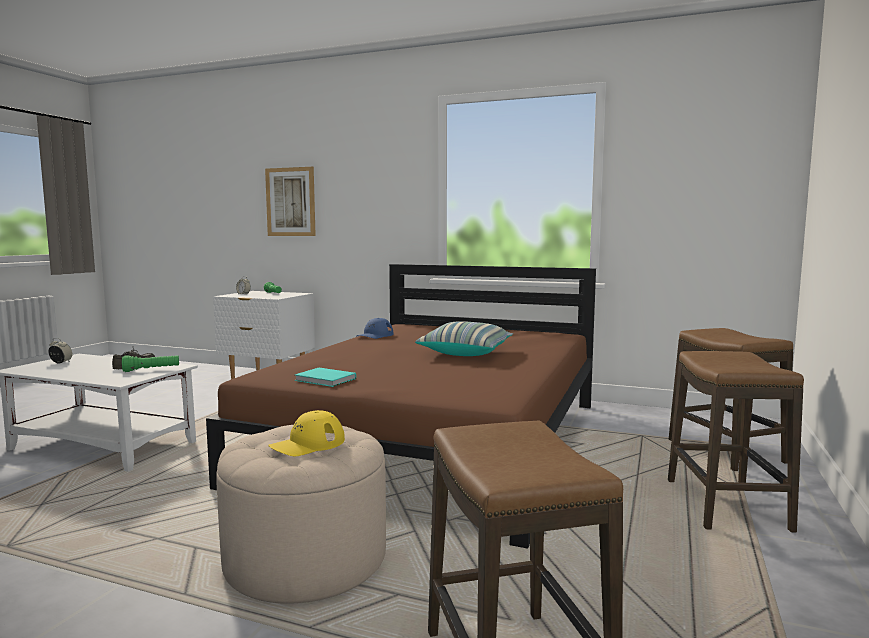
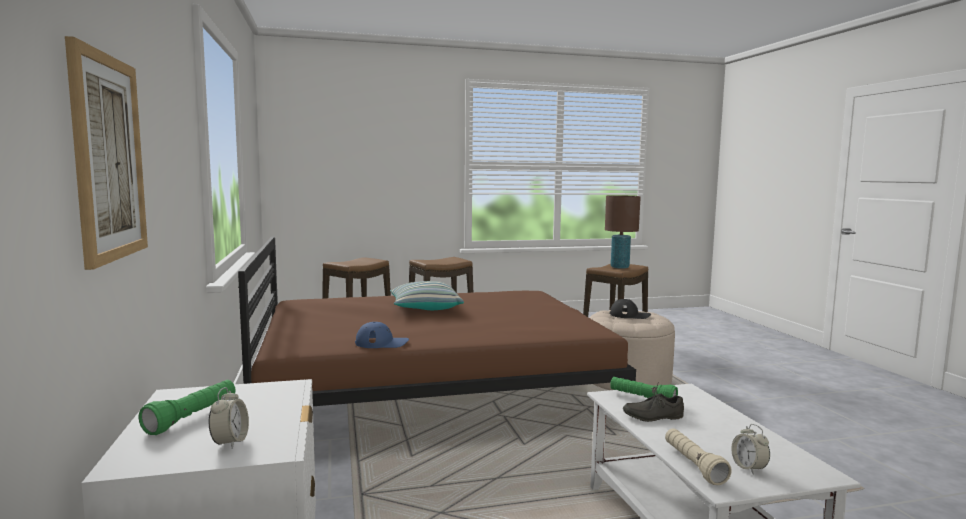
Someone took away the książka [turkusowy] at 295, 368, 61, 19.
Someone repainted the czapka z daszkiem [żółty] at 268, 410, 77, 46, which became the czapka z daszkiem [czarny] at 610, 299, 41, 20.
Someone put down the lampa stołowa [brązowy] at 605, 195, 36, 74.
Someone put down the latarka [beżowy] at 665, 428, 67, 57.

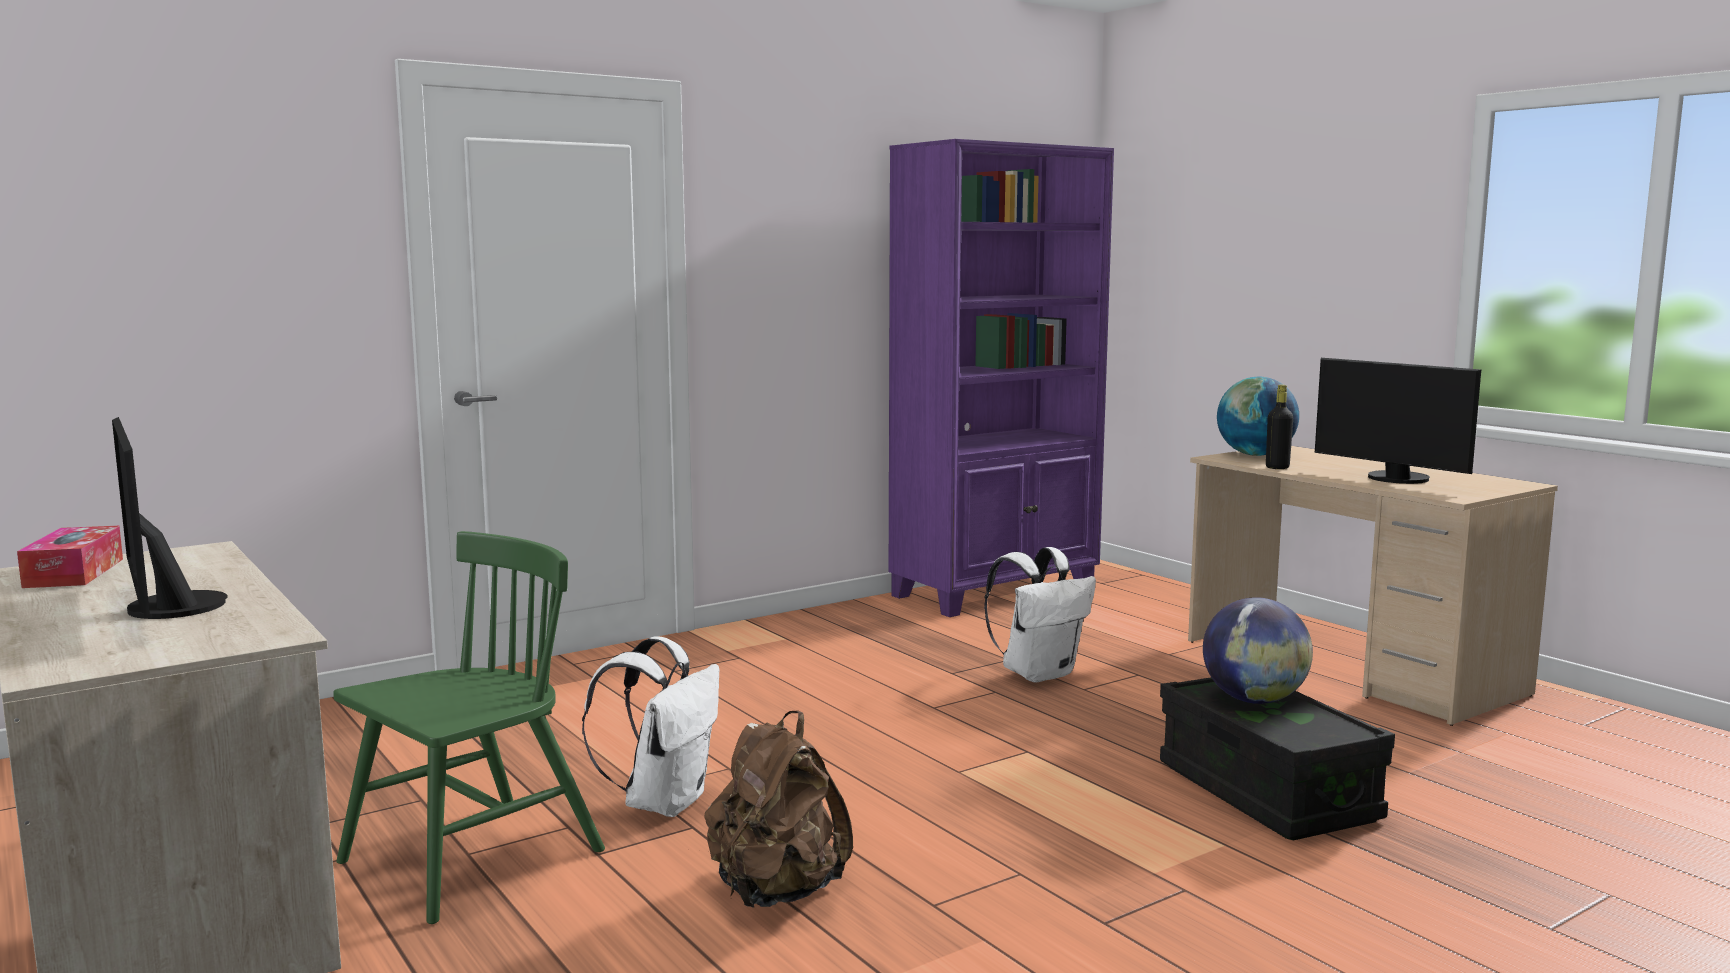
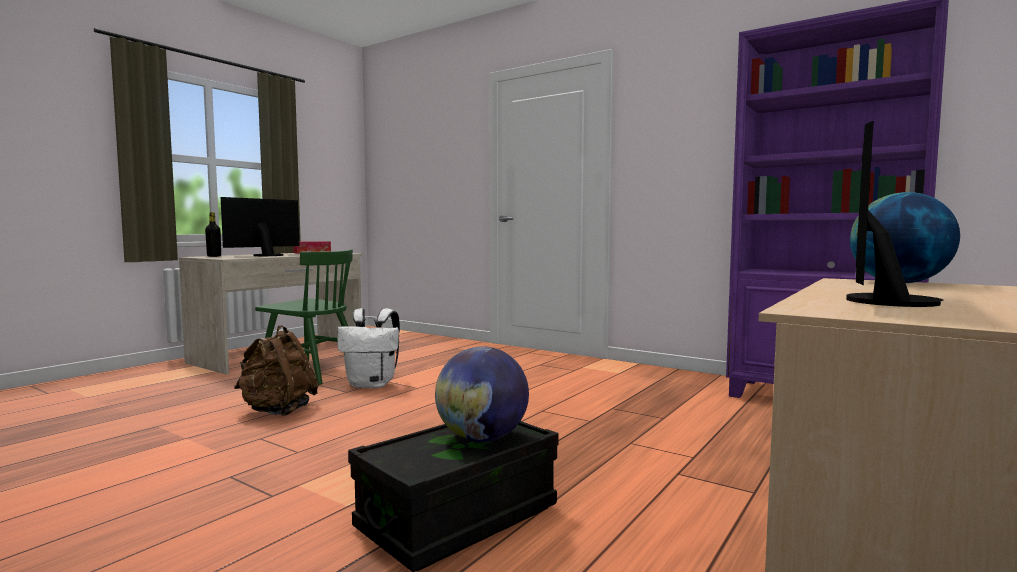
Someone carried the butelka [czarny] from 1266, 385, 27, 84 to 205, 212, 16, 45.
Someone took away the plecak [biały] at 984, 547, 112, 136.

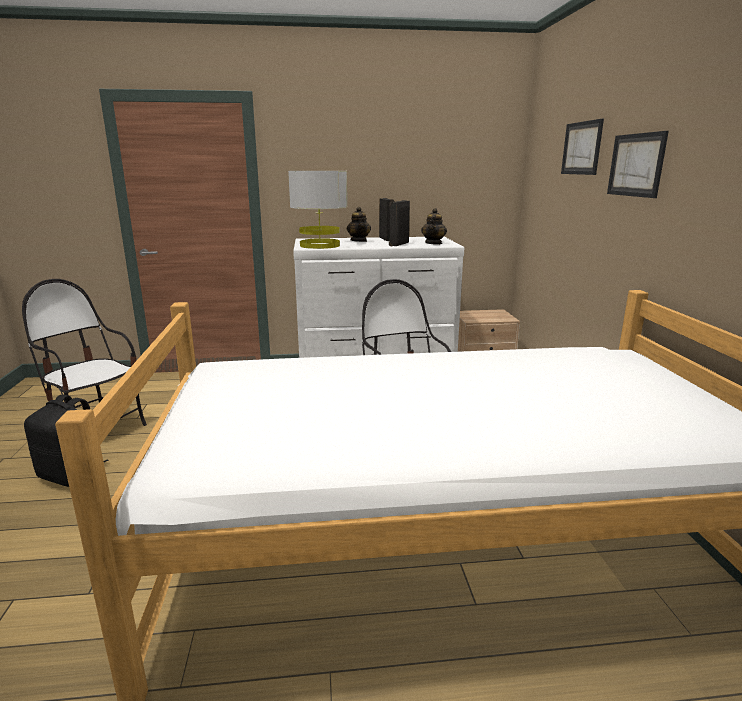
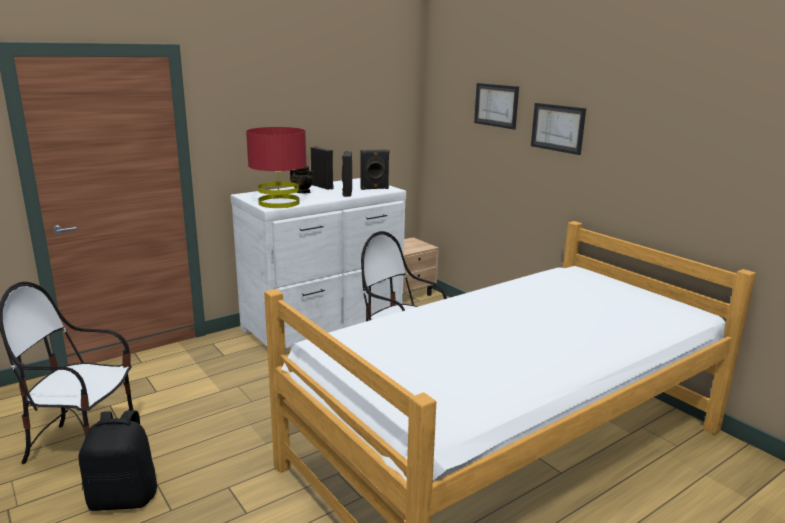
Someone repainted the lampa stołowa [szary] at 288, 171, 60, 78, which became the lampa stołowa [czerwony] at 246, 127, 61, 81.
Someone swapped the imbryk at 421, 208, 26, 37 for the głośnik [czarny] at 361, 149, 28, 41.

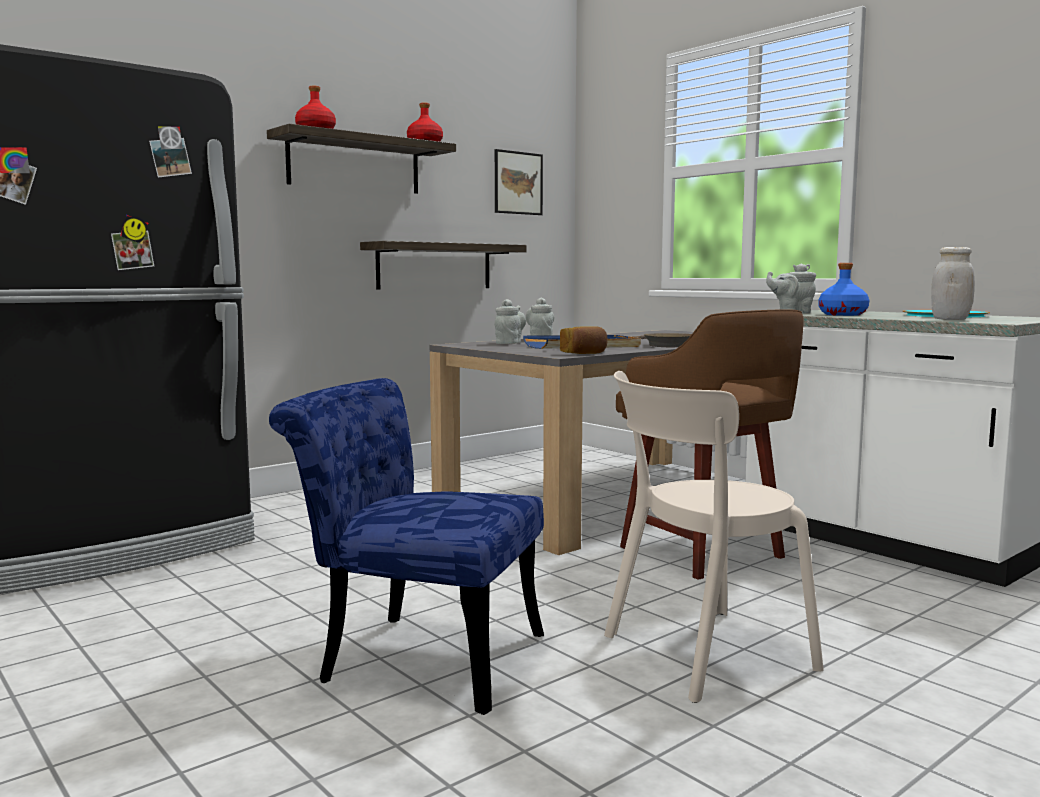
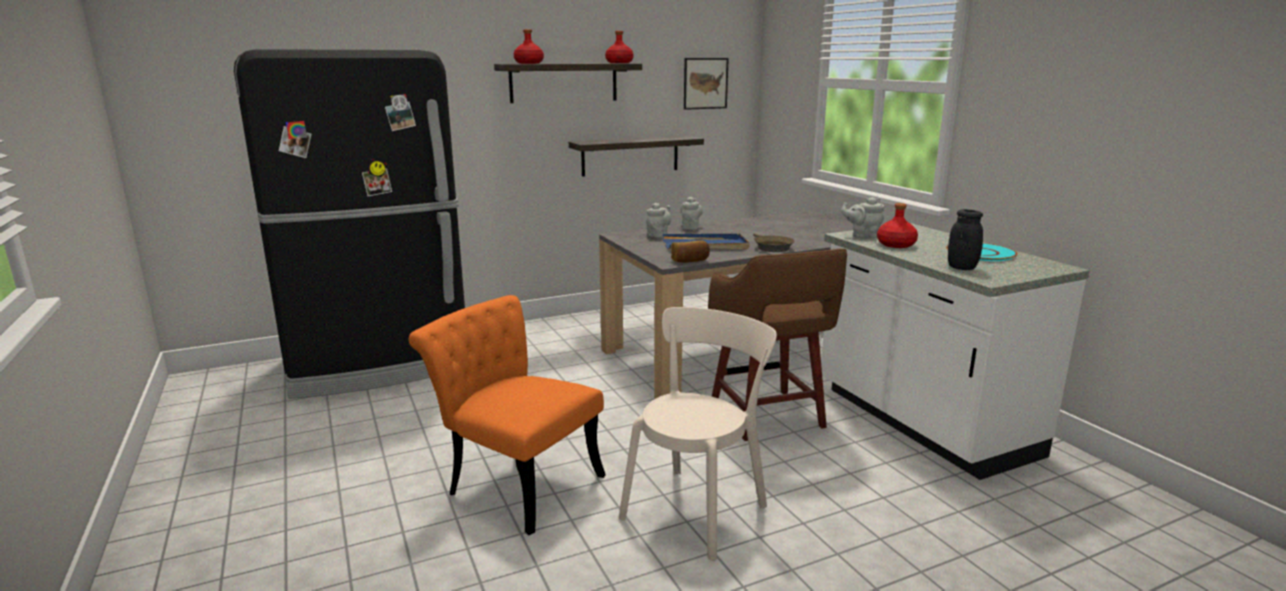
Someone repainted the słoik [biały] at 931, 247, 44, 73, which became the słoik [czarny] at 948, 209, 35, 61.
Someone repainted the butelka [niebieski] at 819, 263, 50, 53, which became the butelka [czerwony] at 877, 203, 41, 45.
Someone rotated the krzesło [beżowy] at 604, 371, 220, 332 by 135 degrees clockwise.
Someone repainted the krzesło [niebieski] at 269, 378, 275, 337, which became the krzesło [pomarańczowy] at 409, 295, 197, 240.

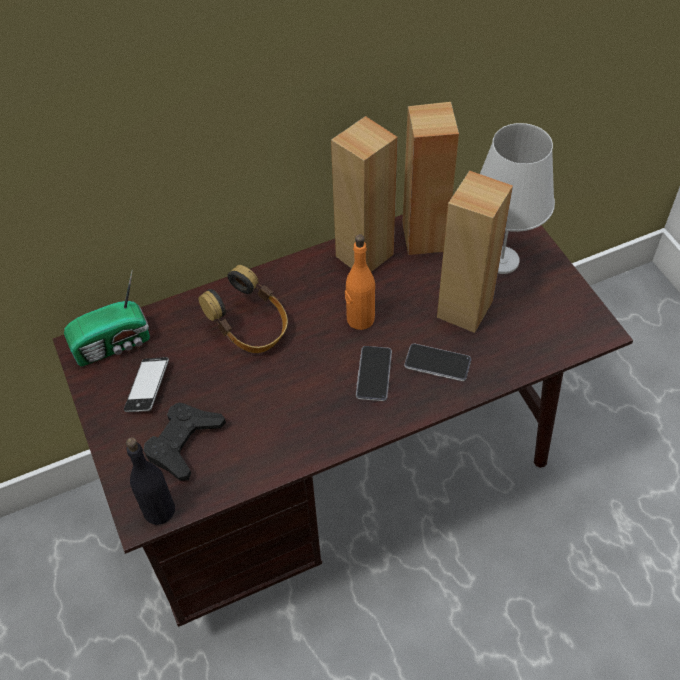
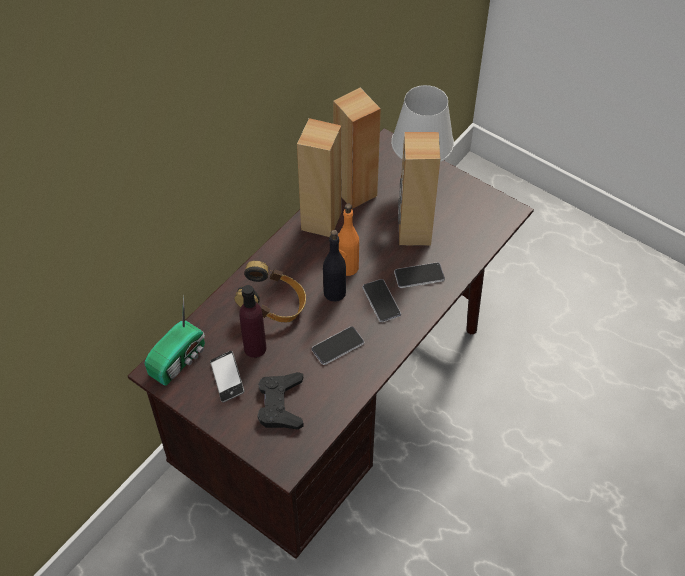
Someone carried the butelka [czarny] from 126, 437, 49, 88 to 323, 230, 23, 72.
Someone put down the butelka [fioletowy] at 239, 285, 27, 73.
Someone put down the telefon at 311, 326, 53, 39.

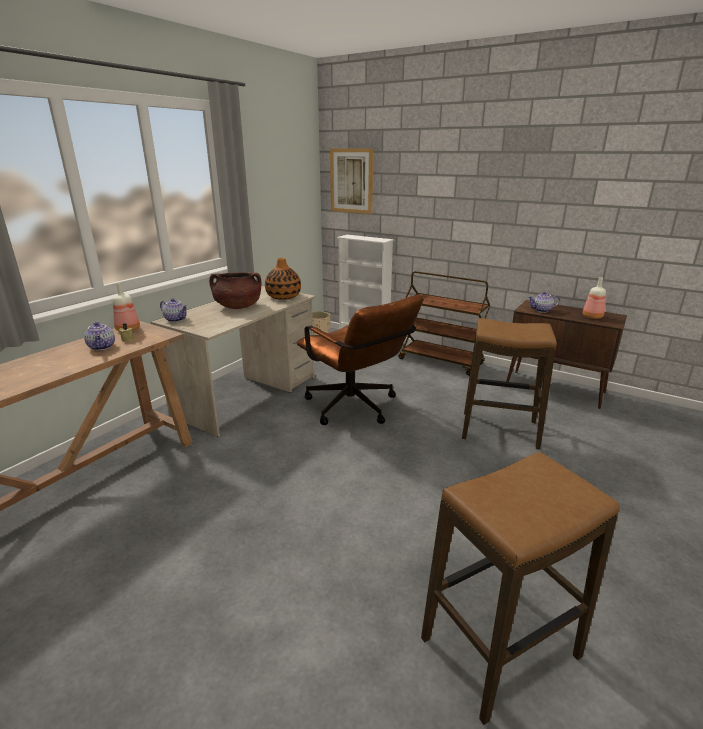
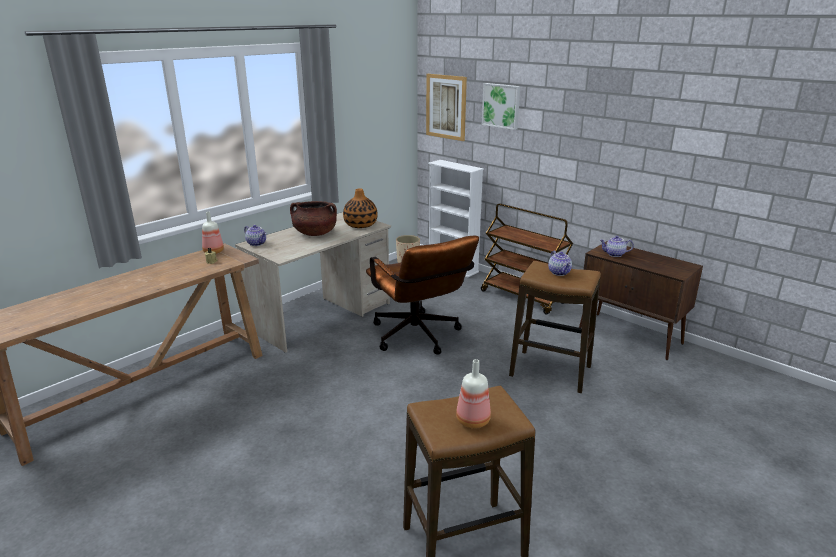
Someone carried the butelka from 583, 277, 23, 42 to 456, 359, 35, 69.
Someone carried the imbryk from 84, 322, 31, 29 to 548, 250, 24, 26.
Someone put up the obraz at 482, 83, 38, 47.

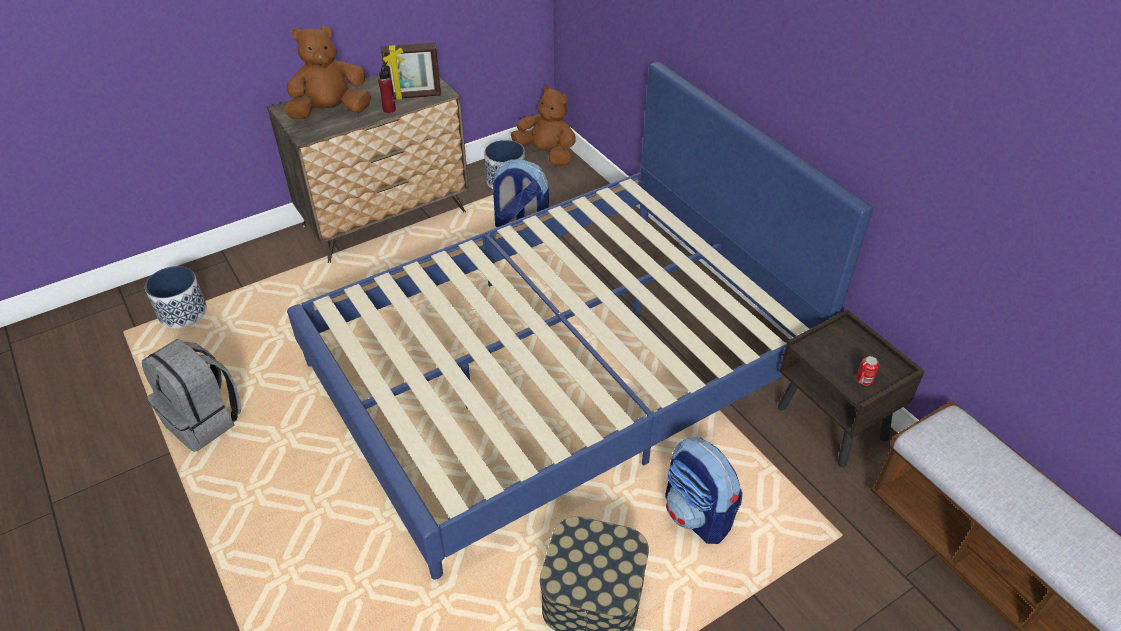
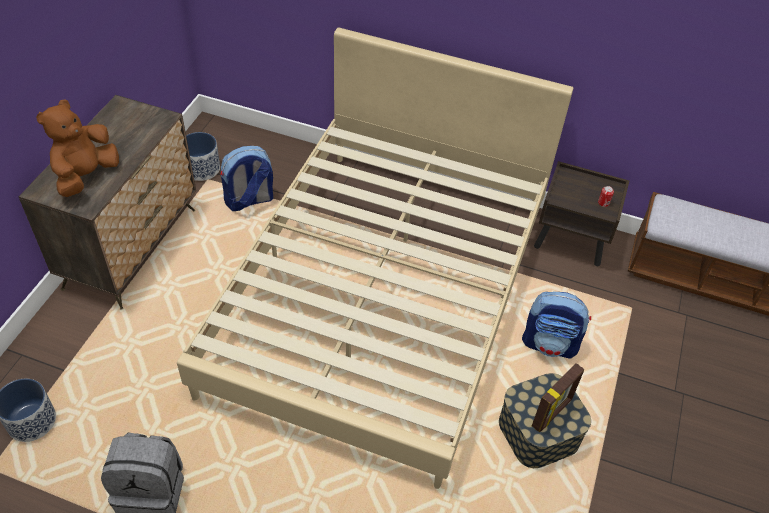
Someone carried the ramka na zdjęcie from 381, 43, 60, 57 to 532, 363, 52, 69.
Someone repainted the łóżko [niebieski] at 287, 62, 586, 518, which became the łóżko [beżowy] at 177, 27, 396, 462.
Someone took away the butelka [czerwony] at 378, 64, 18, 49.
Someone took away the pluszak [brązowy] at 511, 85, 65, 81.

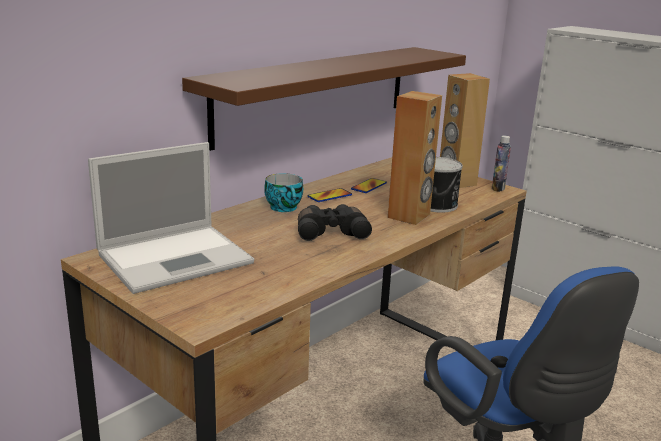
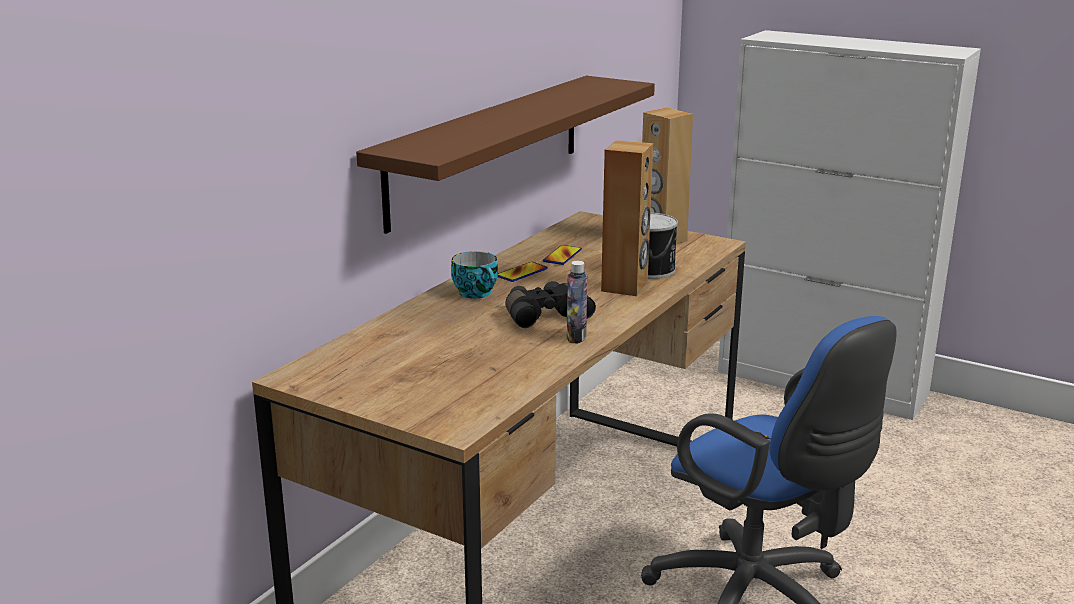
Someone carried the butelka from 492, 135, 19, 57 to 567, 261, 20, 83.
Someone took away the laptop at 88, 142, 166, 152.

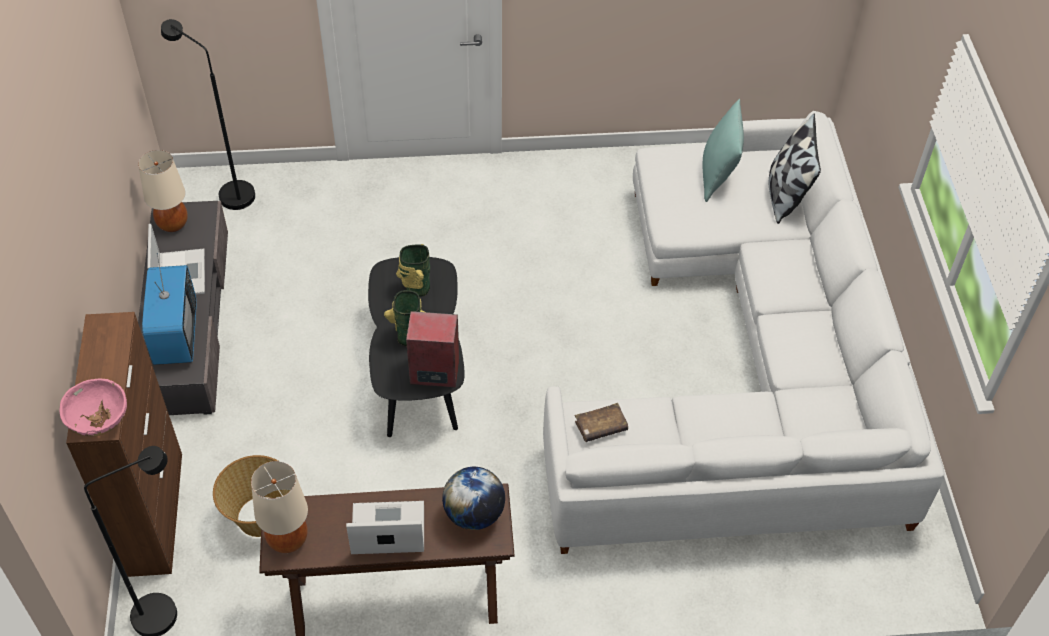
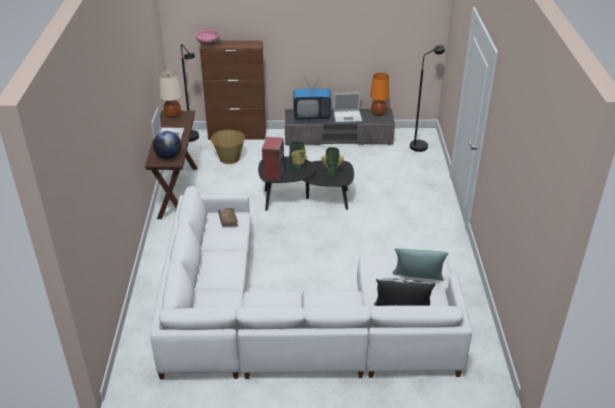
Someone repainted the lampa stołowa [beżowy] at 138, 150, 50, 82, which became the lampa stołowa [pomarańczowy] at 370, 73, 19, 43.

